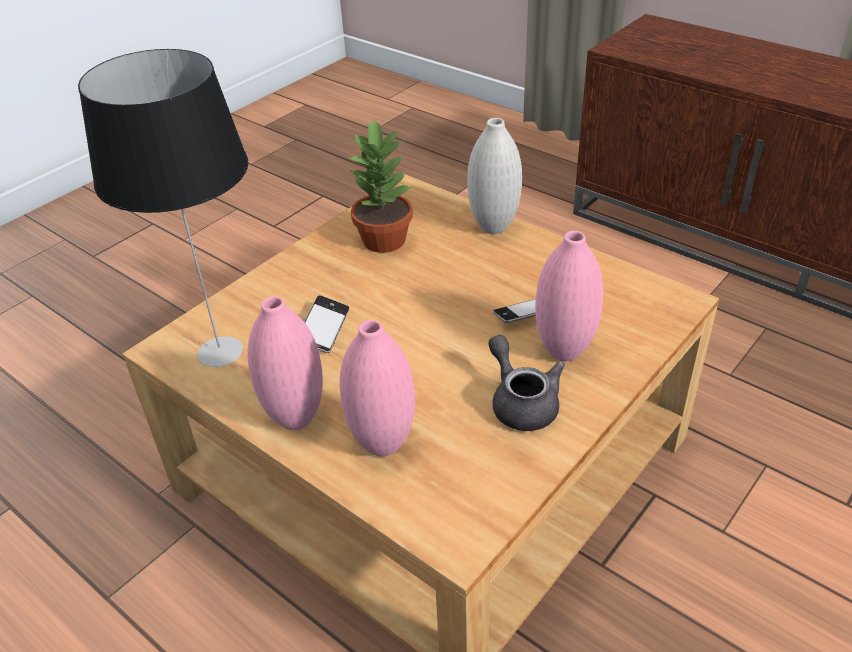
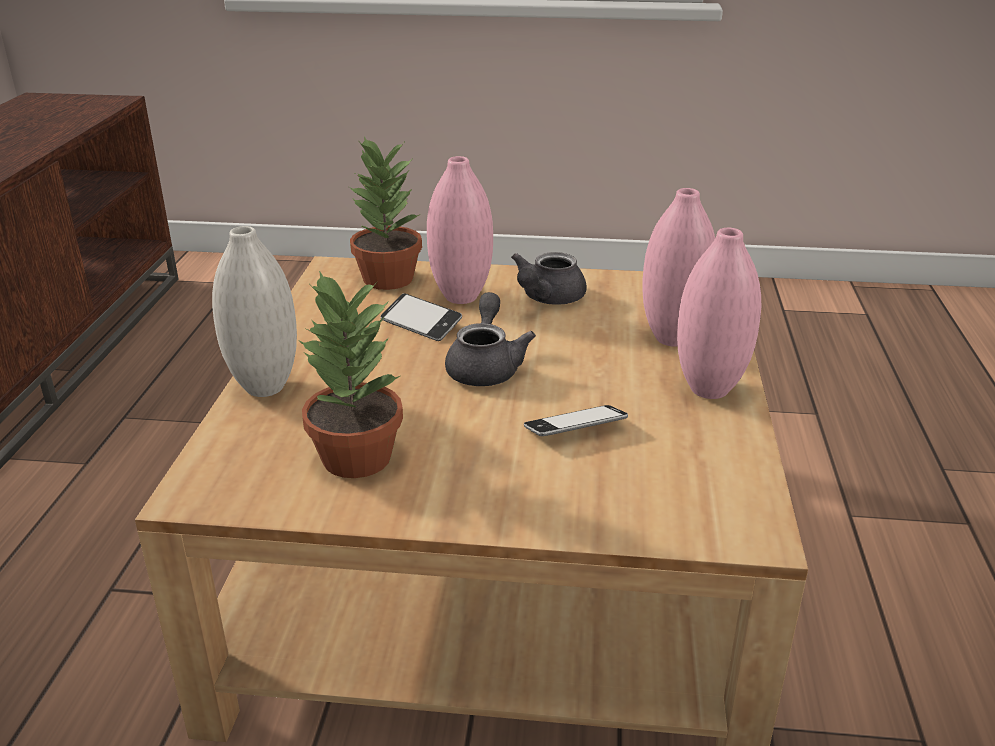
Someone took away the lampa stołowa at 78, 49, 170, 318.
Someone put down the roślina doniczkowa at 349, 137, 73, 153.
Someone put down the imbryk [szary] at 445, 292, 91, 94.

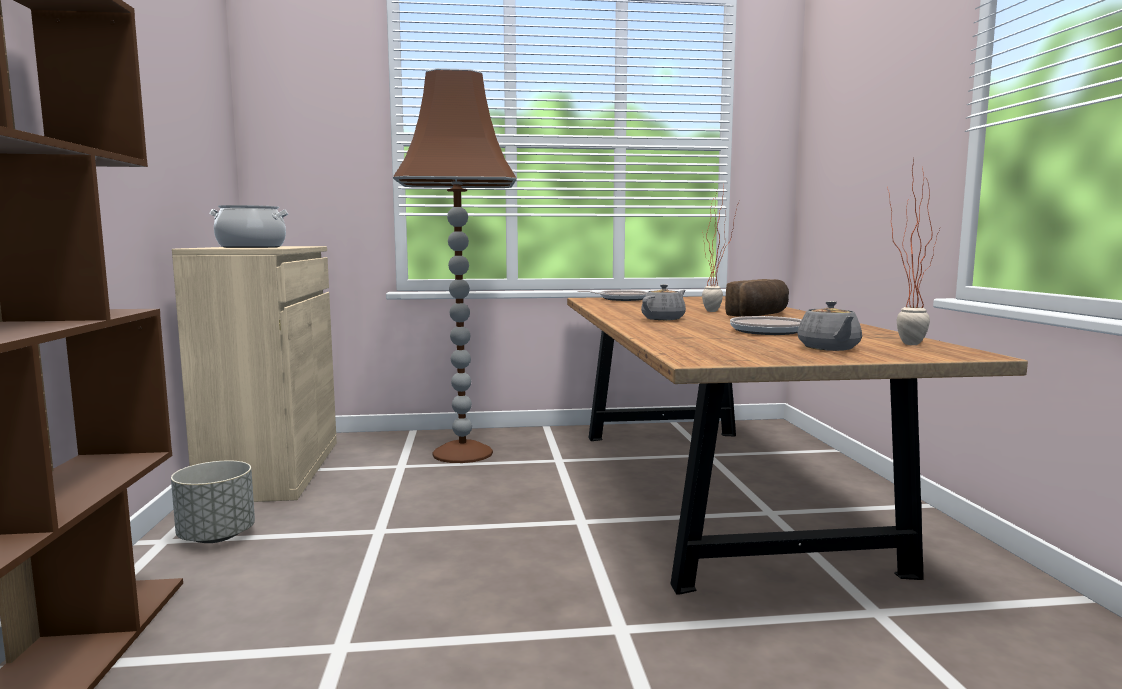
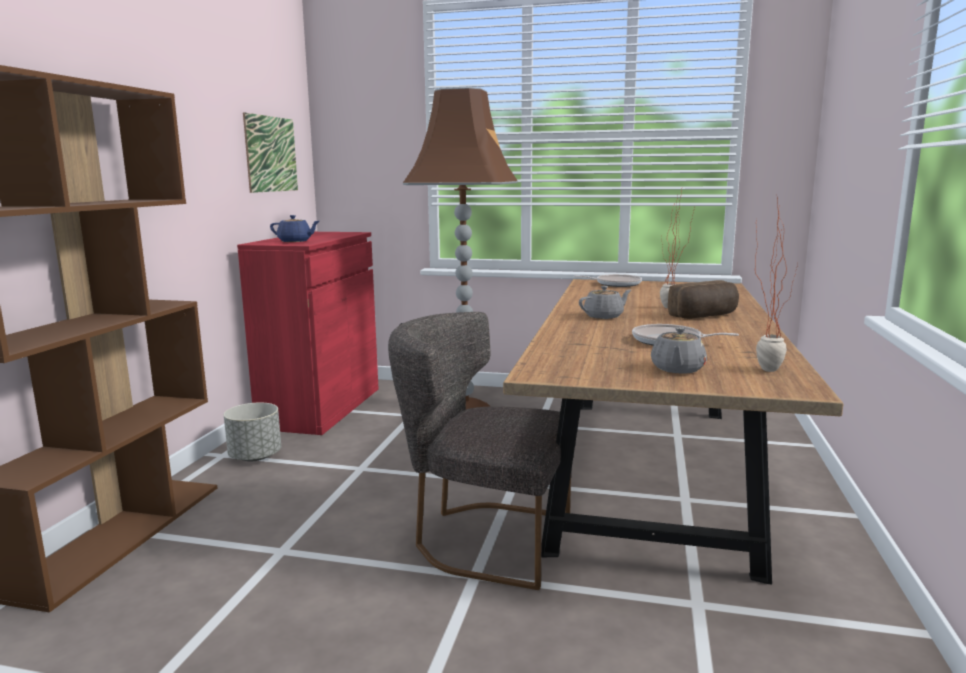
Someone swapped the garnek at 209, 205, 79, 43 for the imbryk [niebieski] at 270, 215, 49, 27.
Someone repainted the szafka [beżowy] at 172, 246, 165, 256, which became the szafka [czerwony] at 237, 232, 142, 203.
Someone put up the obraz at 243, 112, 55, 81.
Someone put down the krzesło [szary] at 388, 312, 183, 278.

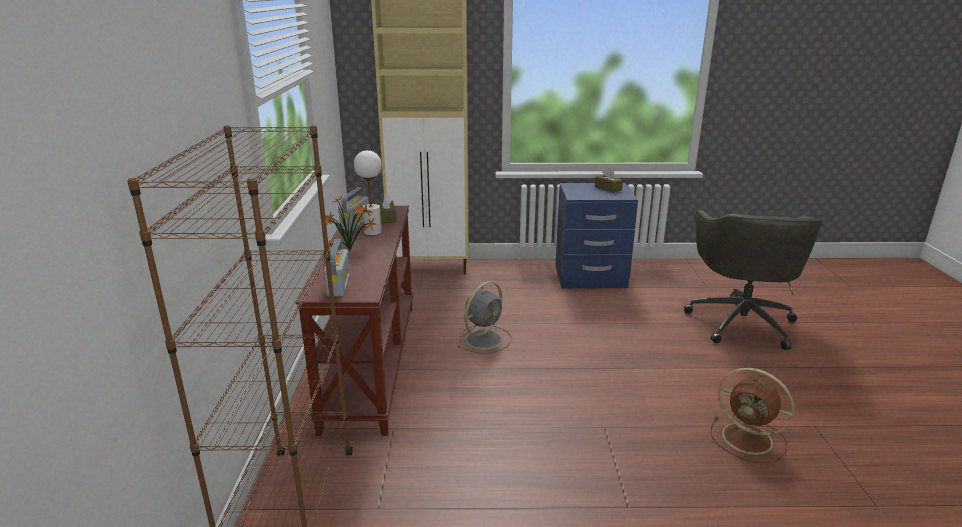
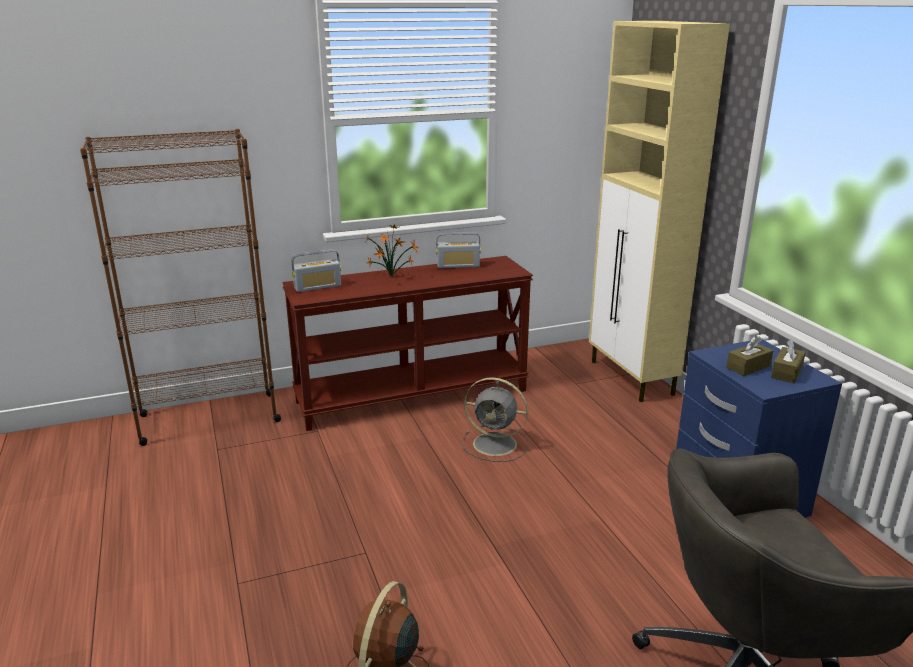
Someone took away the lampa stołowa [biały] at 354, 150, 28, 85.
Someone carried the pudełko chusteczek [brązowy] from 377, 194, 19, 30 to 726, 335, 47, 41.

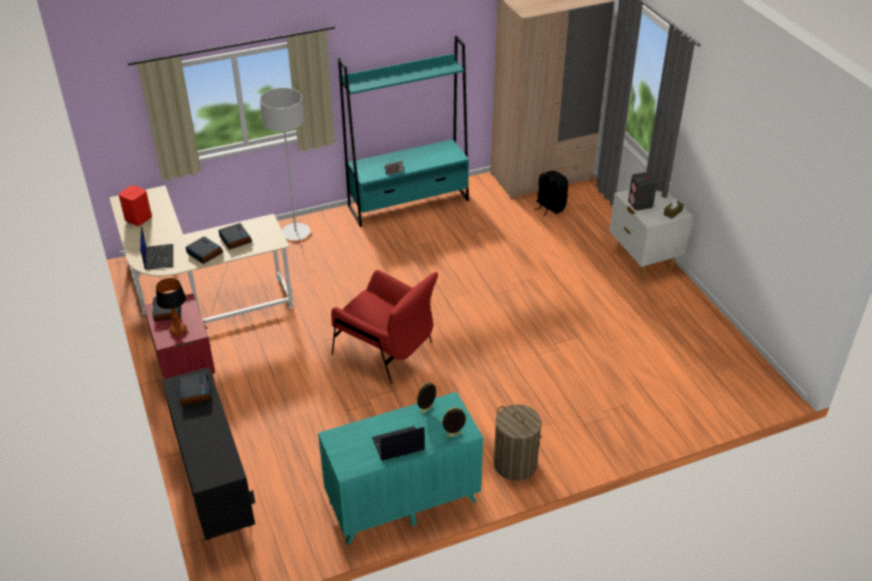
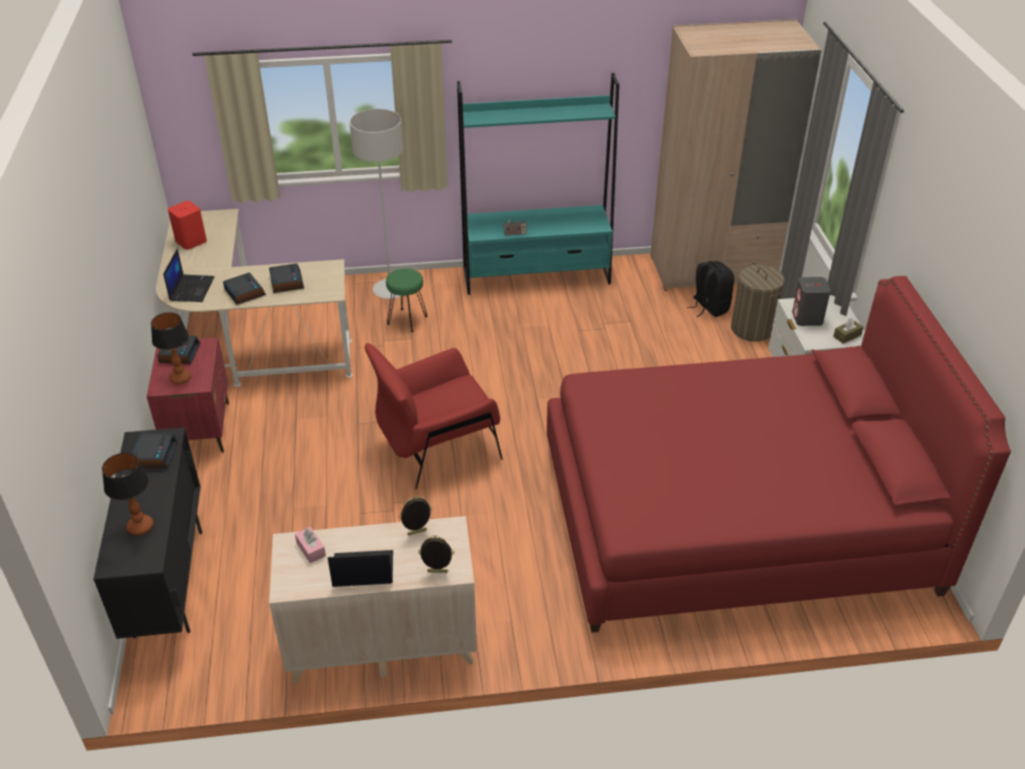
Someone rotated the fotel [czerwony] at 331, 270, 107, 114 by 105 degrees clockwise.
Someone repainted the komoda [turkusowy] at 318, 392, 165, 153, which became the komoda [beżowy] at 269, 516, 208, 167.
Someone carried the kosz na pranie from 494, 405, 48, 76 to 731, 265, 53, 77.
Someone put down the stołek [zielony] at 386, 268, 41, 64.
Someone put down the łóżko [czerwony] at 547, 276, 464, 357.
Someone put down the lampa stołowa at 102, 453, 51, 82.
Someone put down the pudełko chusteczek [różowy] at 295, 527, 31, 36.

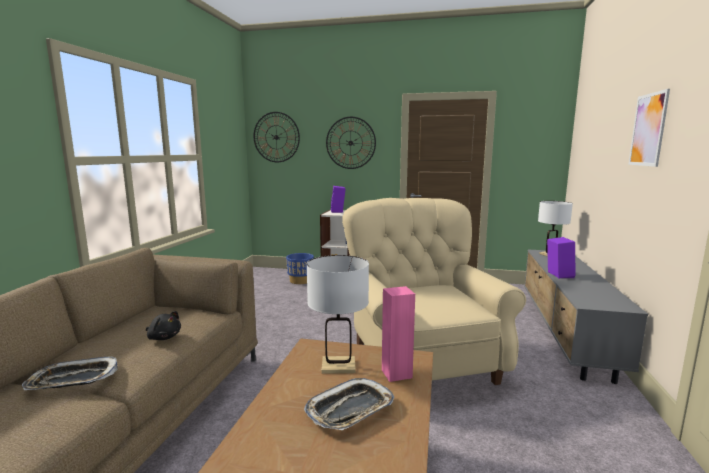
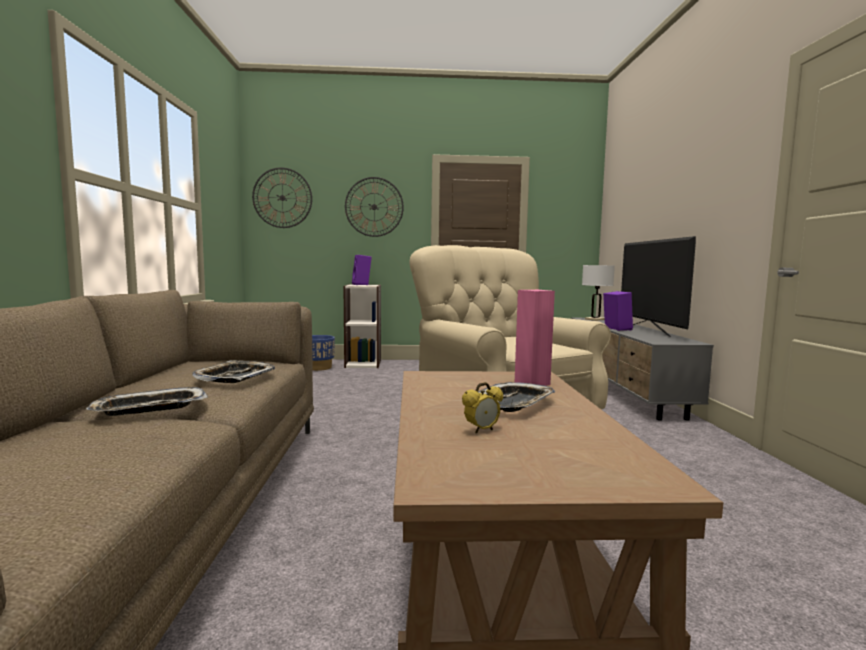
Someone took away the obraz at 628, 89, 42, 78.
Someone took away the lampa stołowa [biały] at 307, 255, 62, 119.
Someone swapped the pluszak [czarny] at 146, 311, 35, 29 for the taca at 192, 360, 83, 23.
Someone put down the telewizor at 621, 236, 75, 101.
Someone put down the budzik at 462, 382, 41, 51.

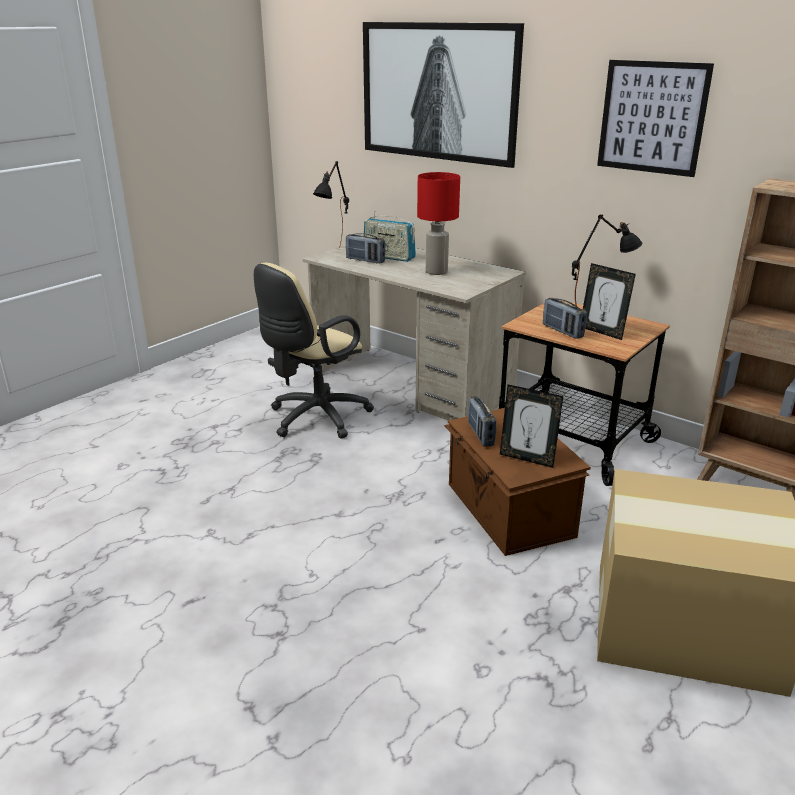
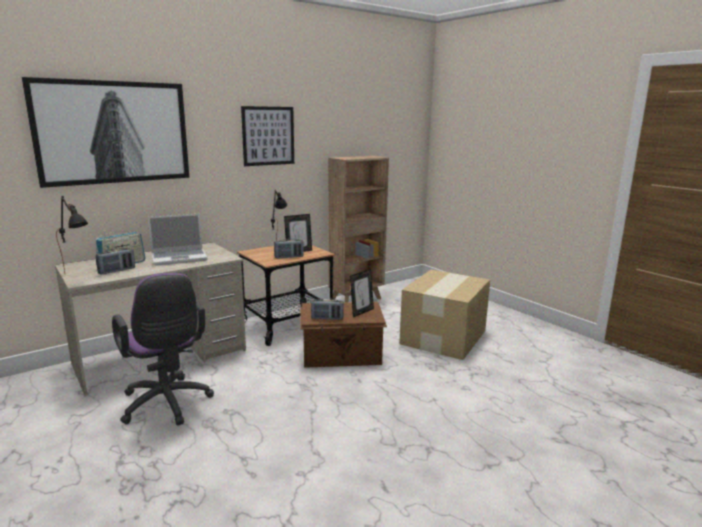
Someone swapped the lampa stołowa [czerwony] at 417, 172, 43, 103 for the laptop at 148, 214, 60, 52.
Someone repainted the krzesło biurowe [beżowy] at 254, 263, 120, 176, which became the krzesło biurowe [fioletowy] at 112, 273, 102, 153.

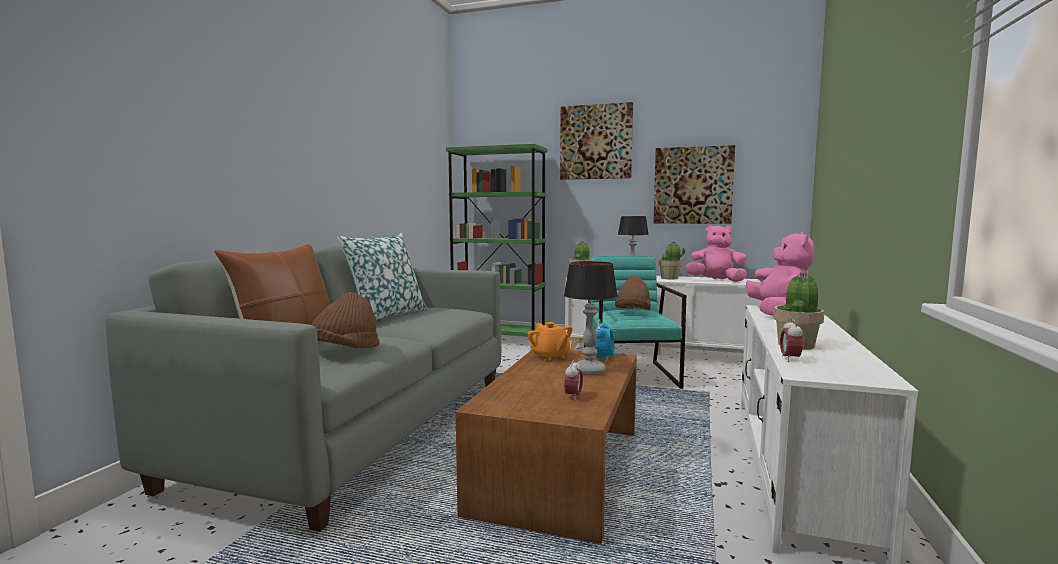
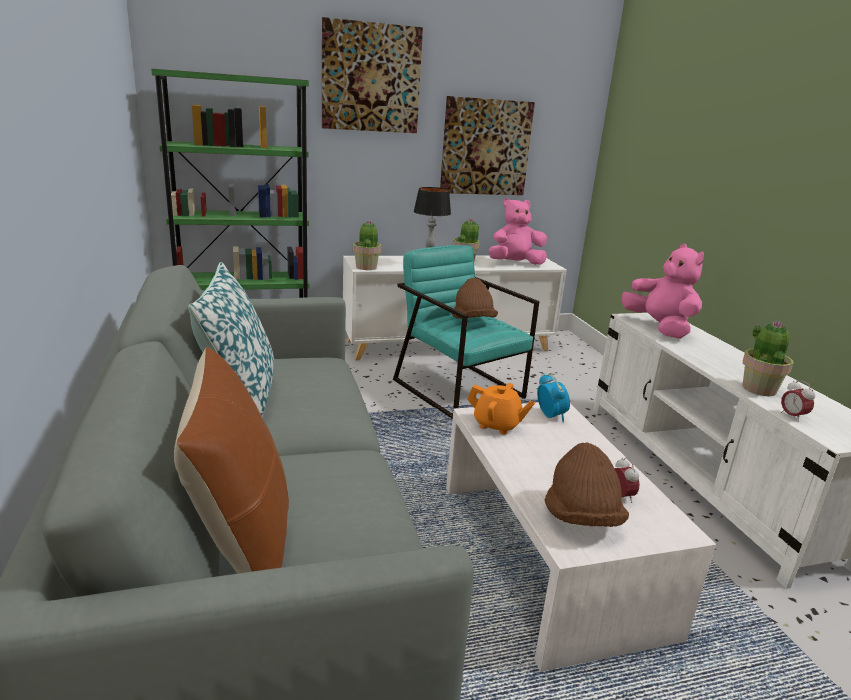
Someone took away the lampa stołowa at 564, 261, 54, 114.
Someone carried the kapelusz [brązowy] from 312, 292, 68, 56 to 545, 442, 84, 85.
Someone repainted the ława [brązowy] at 456, 350, 181, 194, which became the ława [biały] at 446, 402, 270, 270.

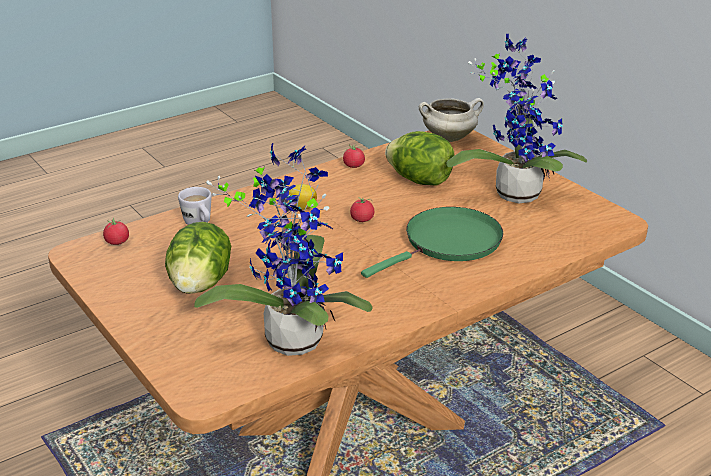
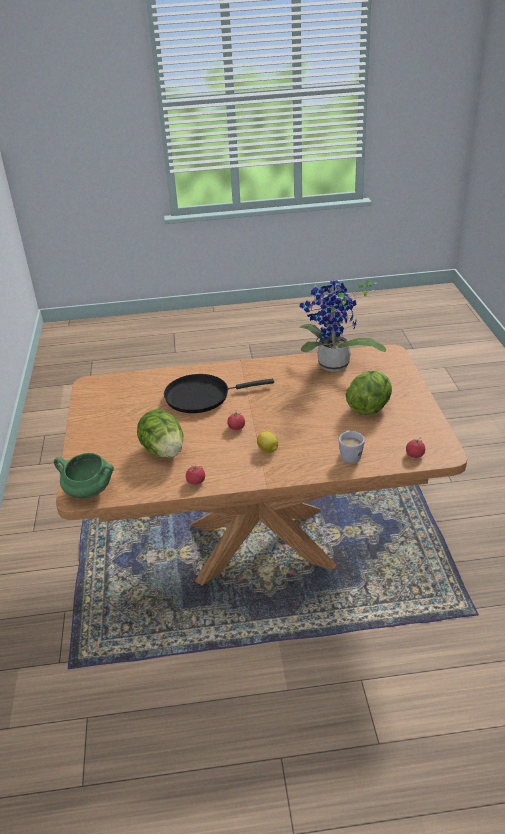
Someone took away the roślina doniczkowa at 446, 34, 141, 169.
Someone repainted the garnek [biały] at 419, 98, 65, 44, which became the garnek [zielony] at 54, 453, 60, 45.
Someone repainted the patelnia [zielony] at 361, 207, 142, 71, which became the patelnia [czarny] at 164, 374, 110, 39.

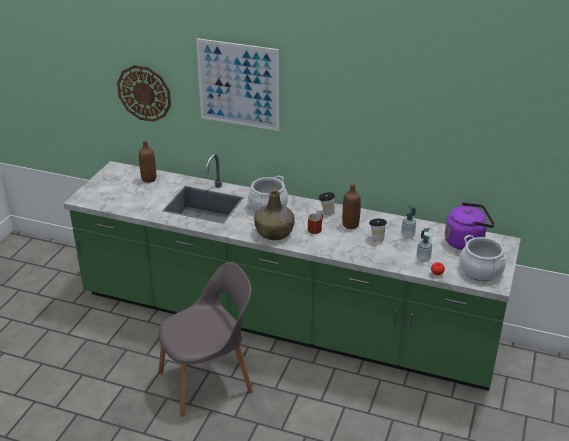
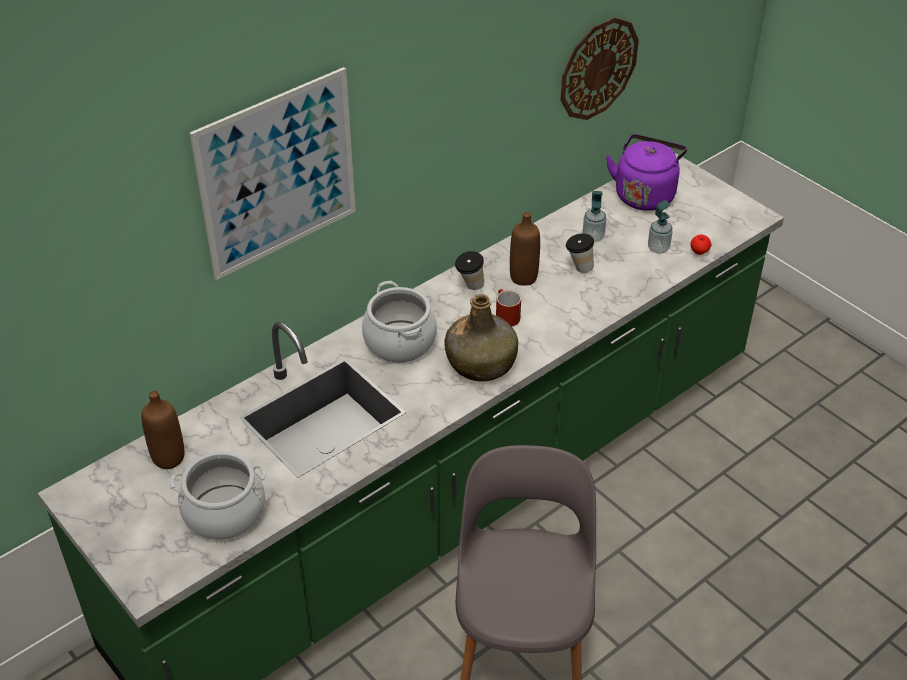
Someone carried the zegar ścienny from 117, 65, 54, 57 to 561, 17, 78, 103.
Someone carried the garnek from 460, 235, 47, 46 to 169, 451, 97, 89.

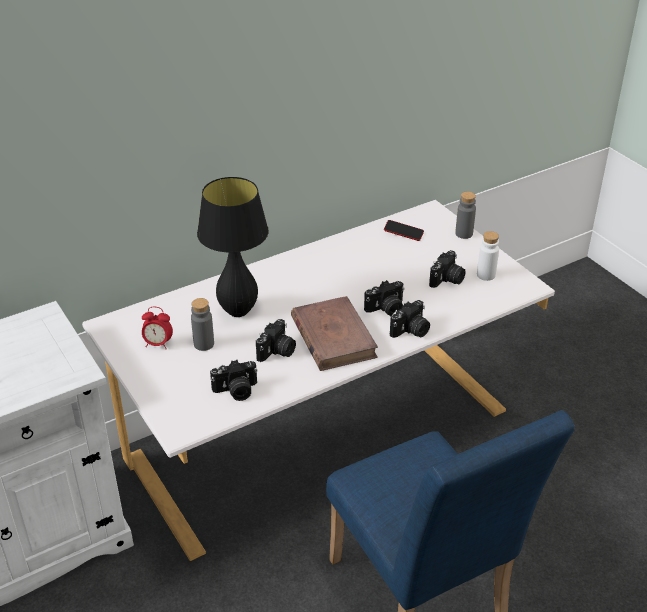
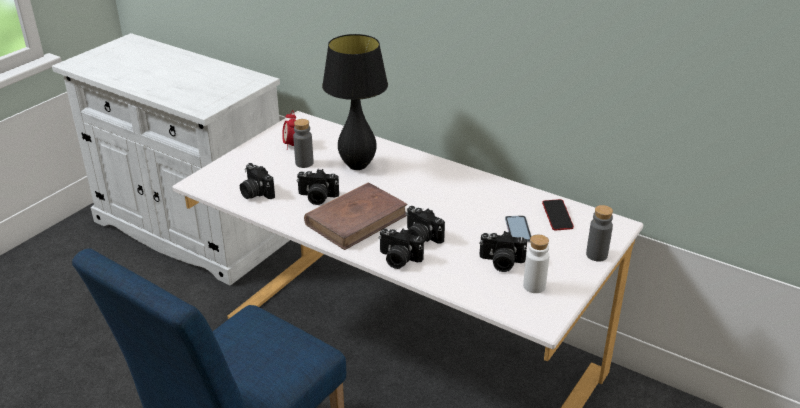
Someone put down the telefon at 505, 216, 27, 26.

